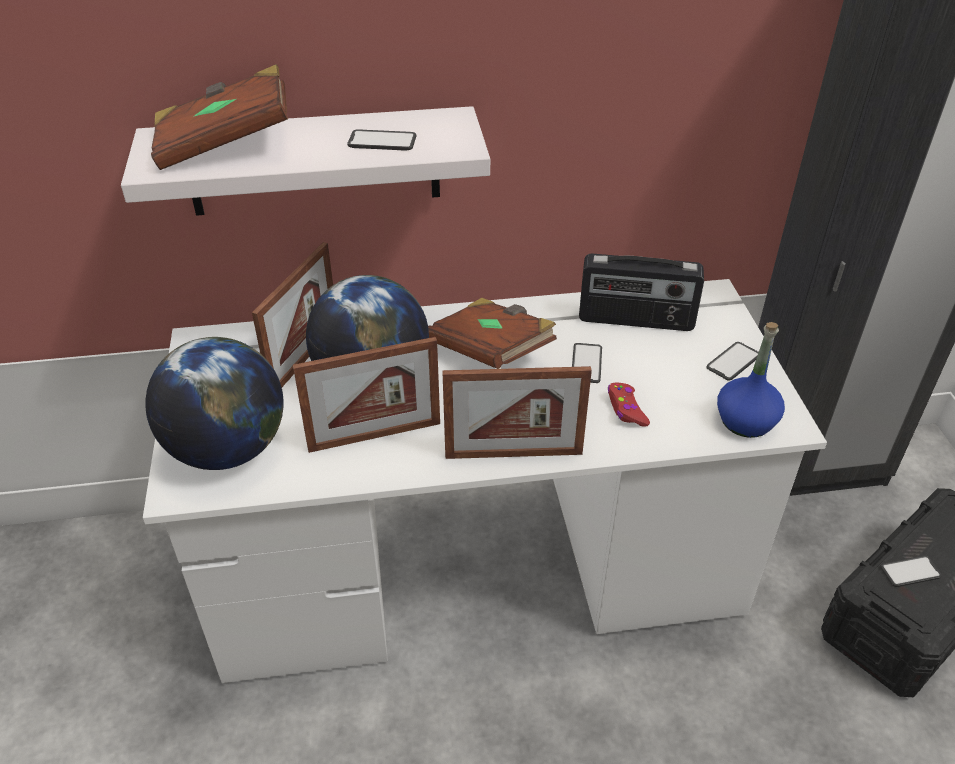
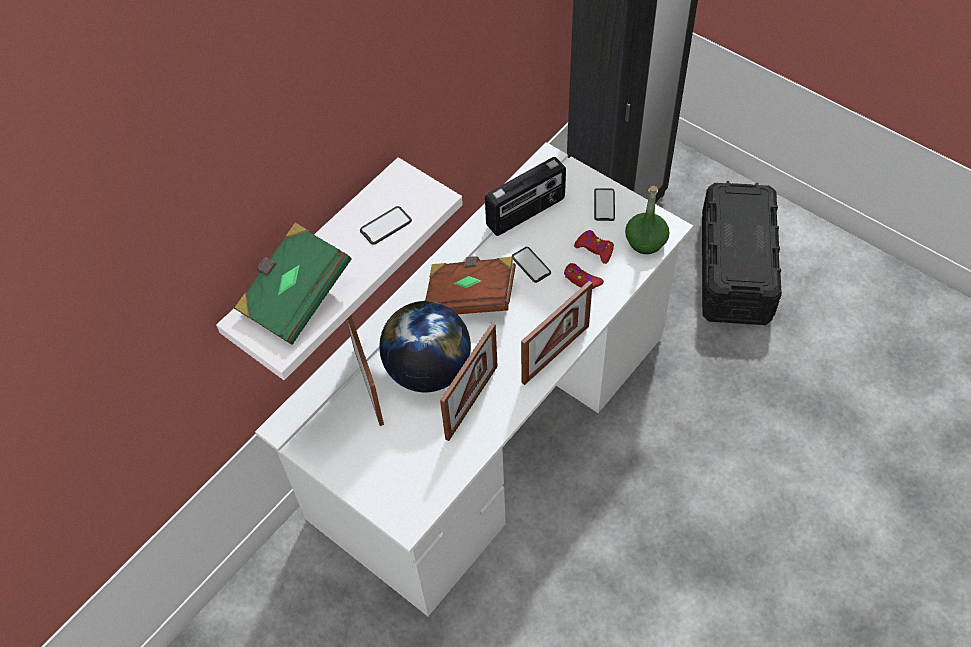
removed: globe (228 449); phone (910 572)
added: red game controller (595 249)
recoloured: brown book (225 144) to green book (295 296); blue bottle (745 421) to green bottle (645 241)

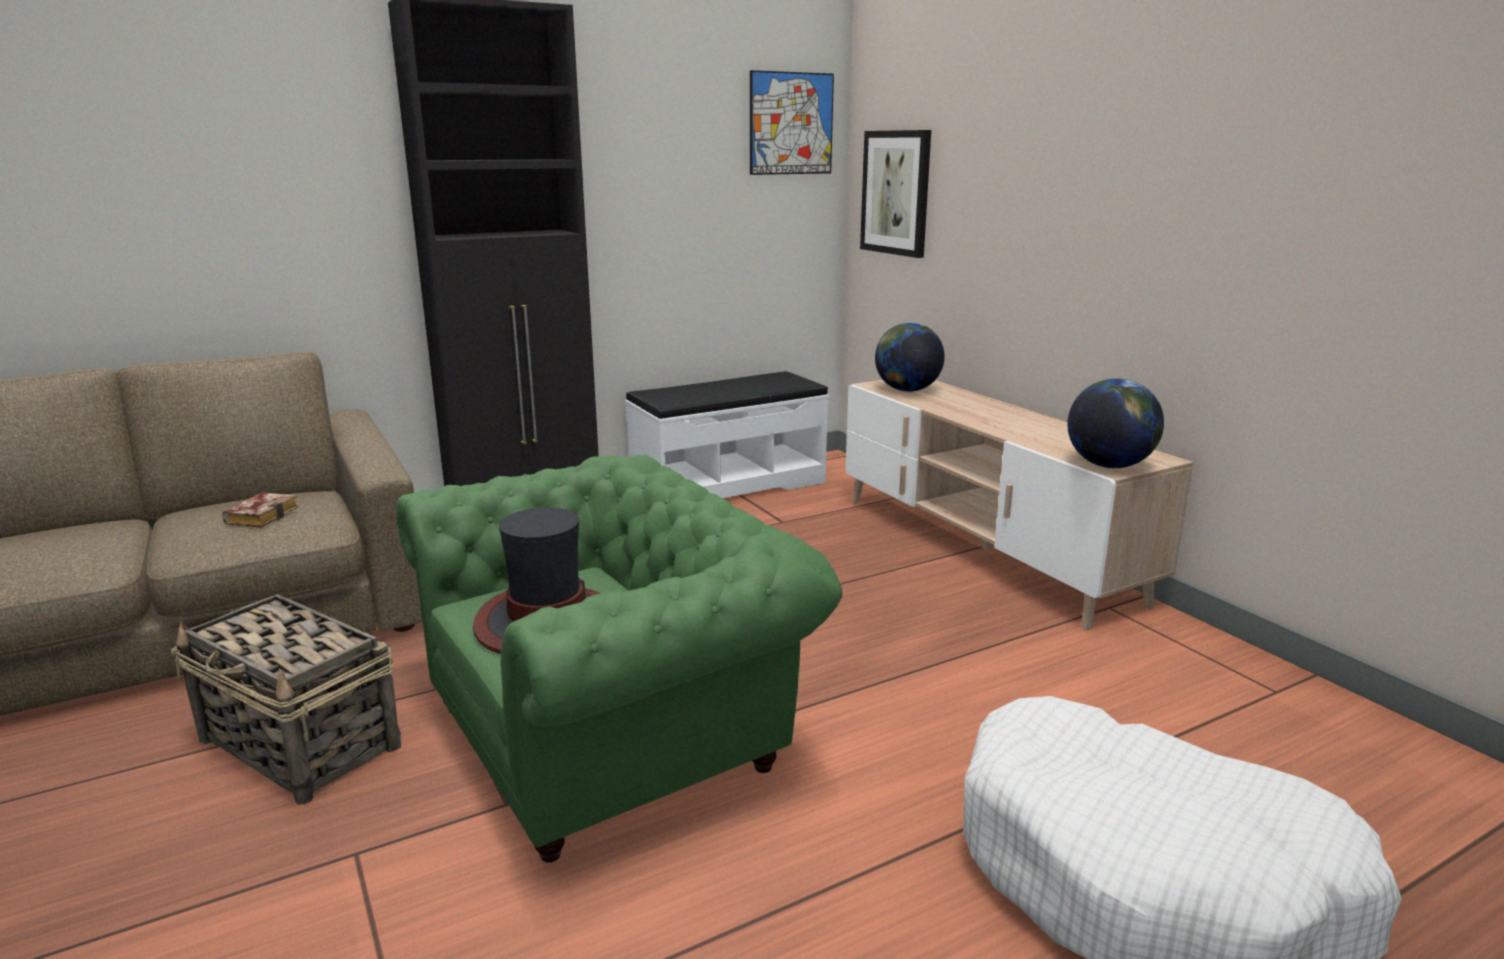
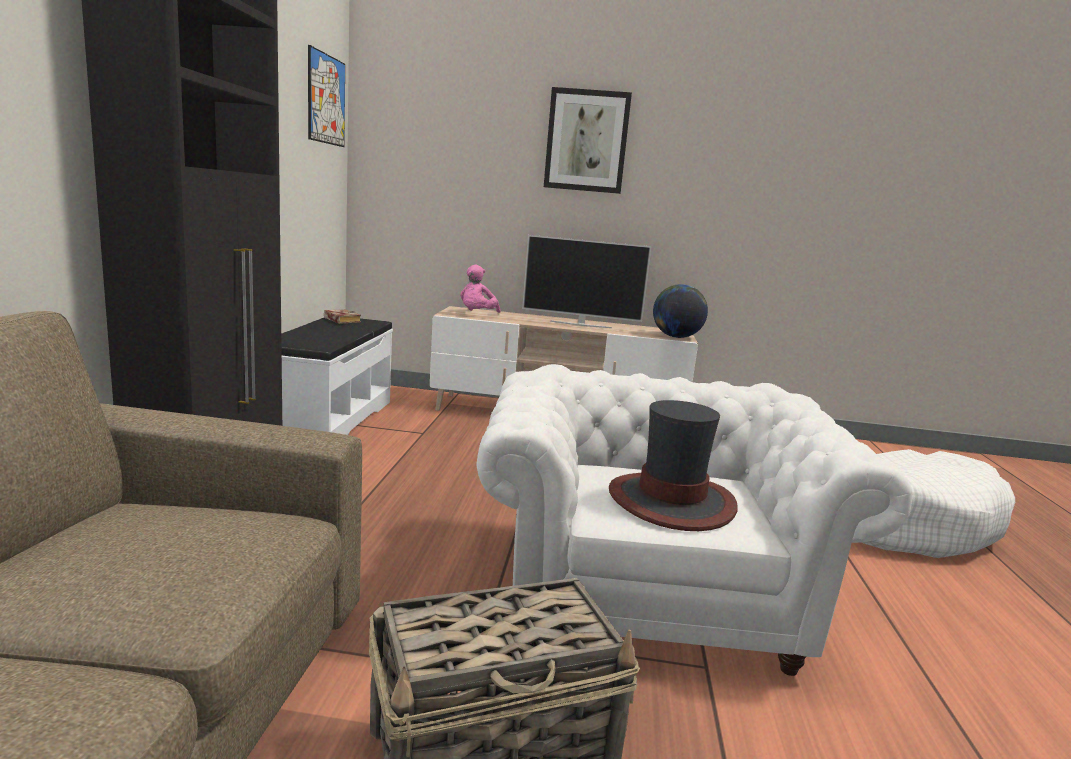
added: television (580 324)
moved: book (262 515) to (340 320); picture (896 193) to (586 141)
replaced: globe (907 390) to pink plush toy (477 315)
recoloured: green armchair (616 733) to white armchair (648 590)

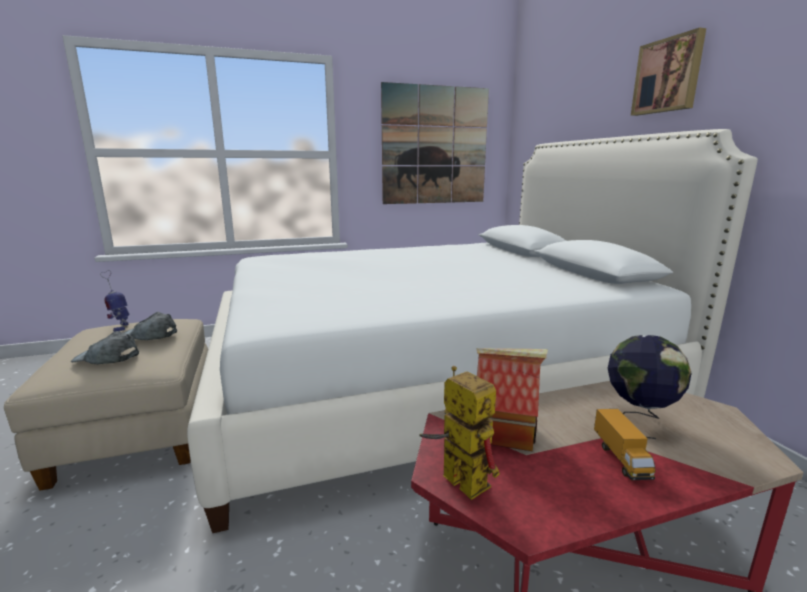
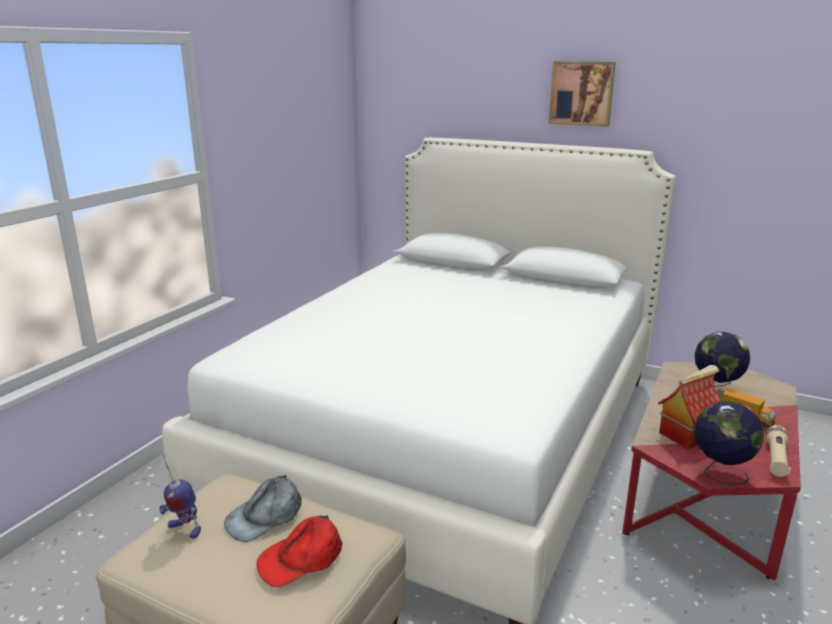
removed: picture (435 146)
added: beige flashlight (776 458)
replaced: toy robot (455 478) to globe (720 473)
recoloured: grey cap (106 357) to red cap (301 559)

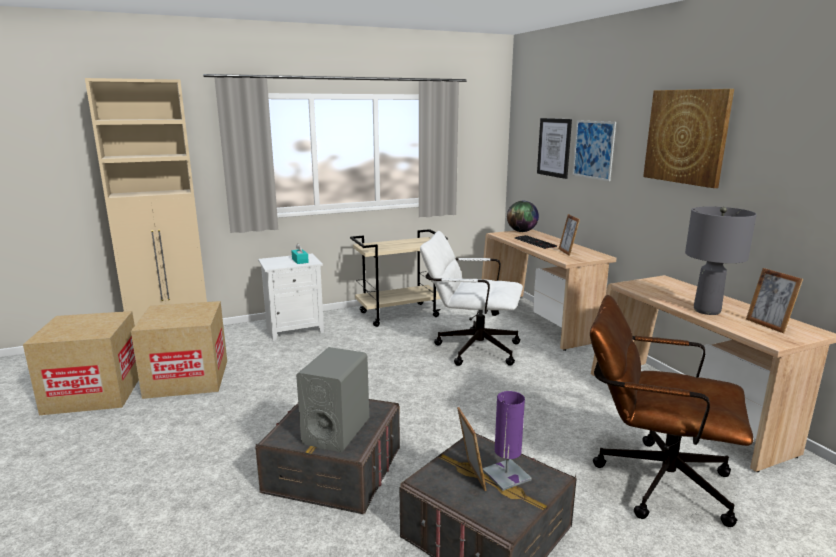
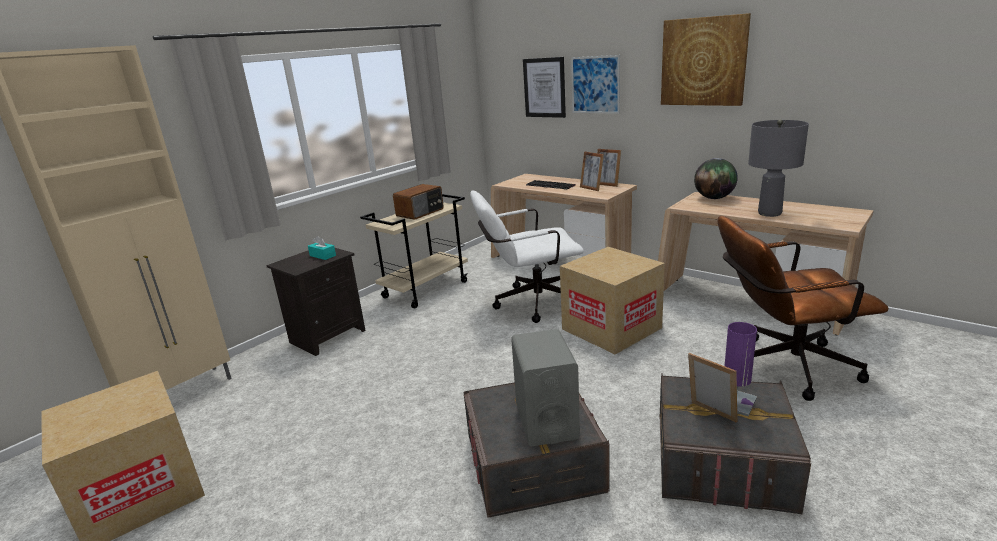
added: radio (421 212)
moved: cardboard box (187 378) to (611 328); globe (521 231) to (714 198); picture frame (768 325) to (607 184)
recoloured: white nightstand (295 329) to black nightstand (328 335)

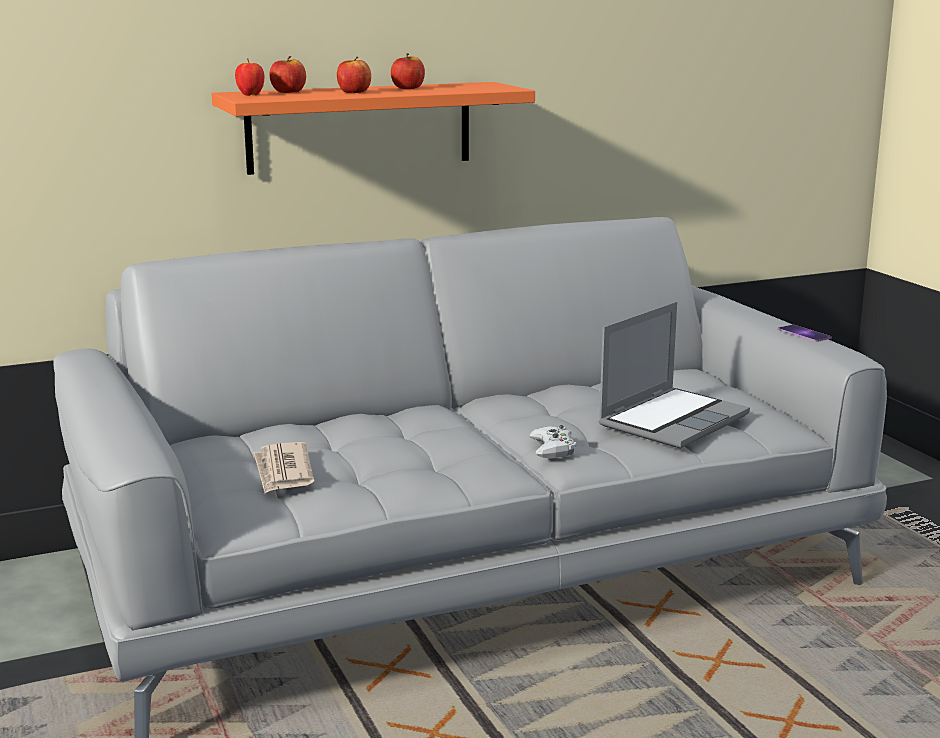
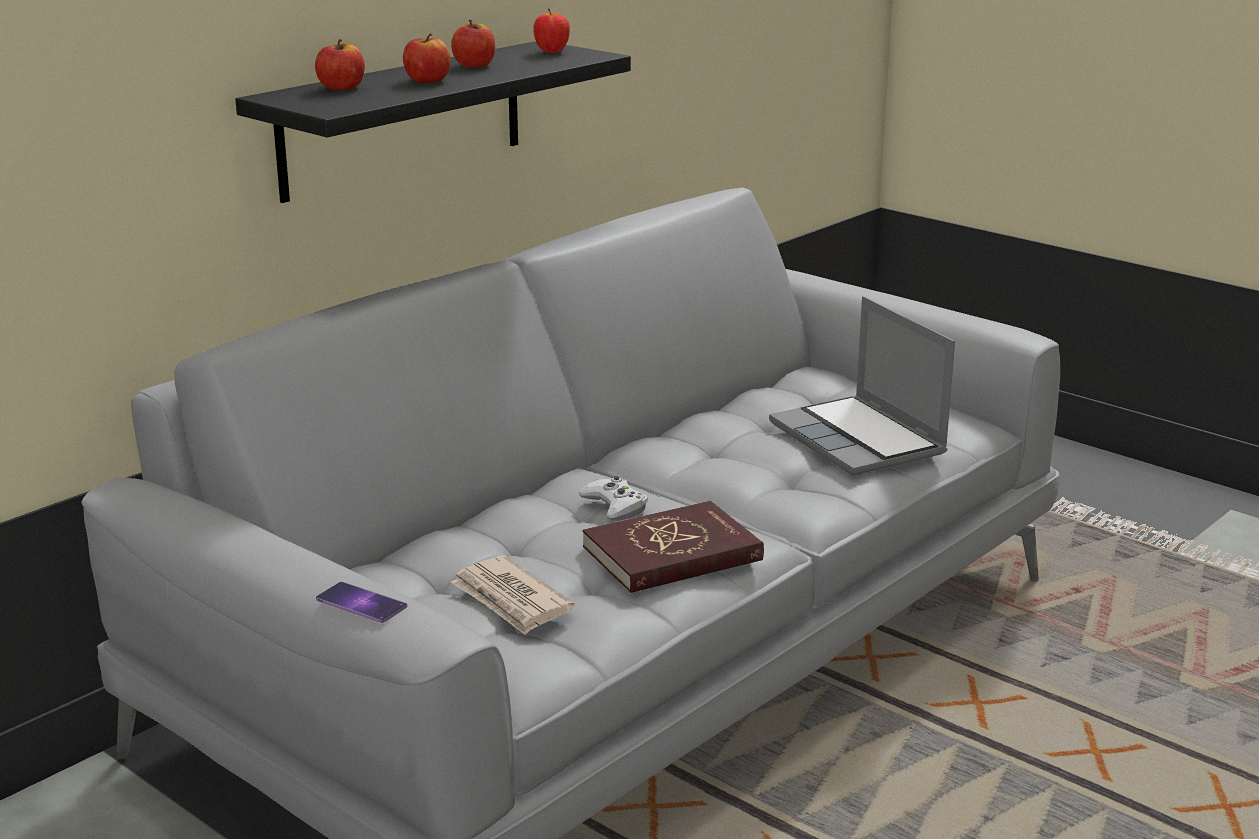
added: red book (672 554)
moved: apple (250 95) to (552 52); white game controller (553 448) to (615 506); phone (804 333) to (361 603)
recoloured: orange shelf (360 127) to black shelf (402 119)
turned: laptop (673 420) = (860 439) 135 degrees clockwise

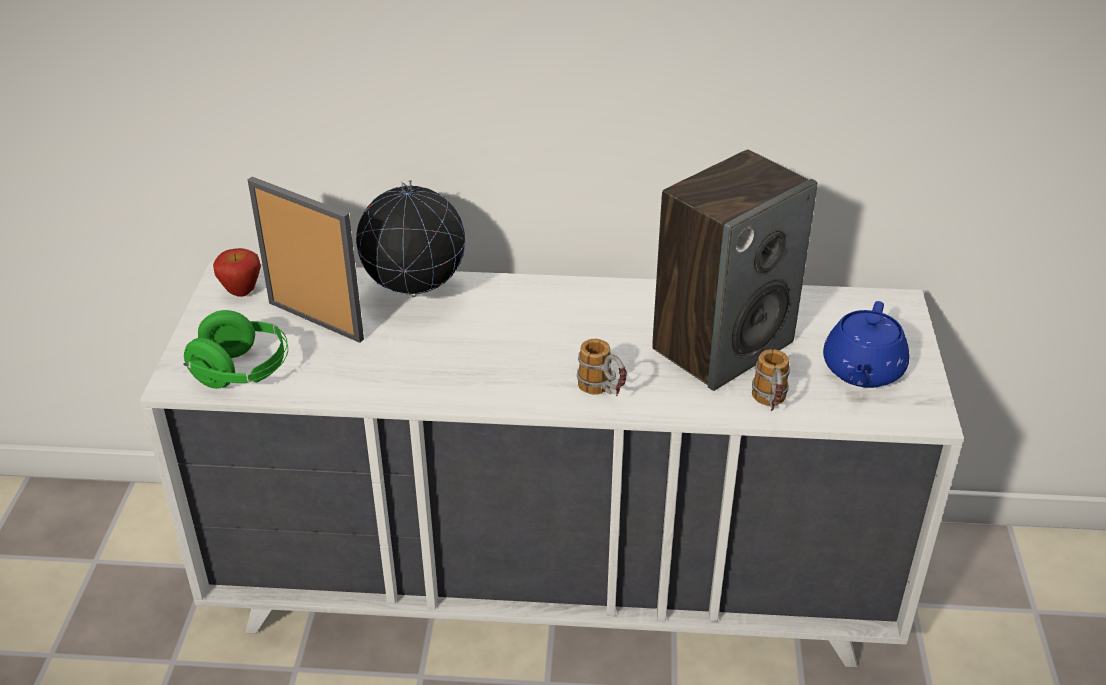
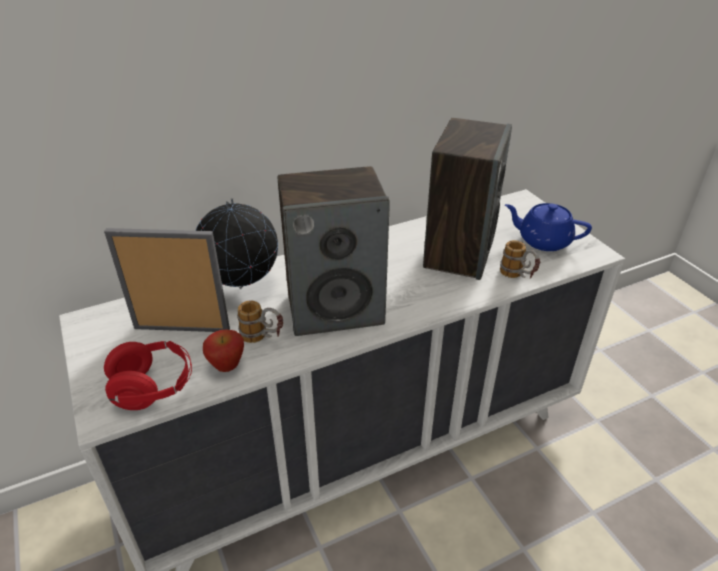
added: speaker (335 309)
moved: apple (242 292) to (227 367); mug (603 393) to (263 338)
recoloured: green headphones (242 372) to red headphones (154 388)
turned: blue teapot (862 371) = (543 240) 120 degrees clockwise

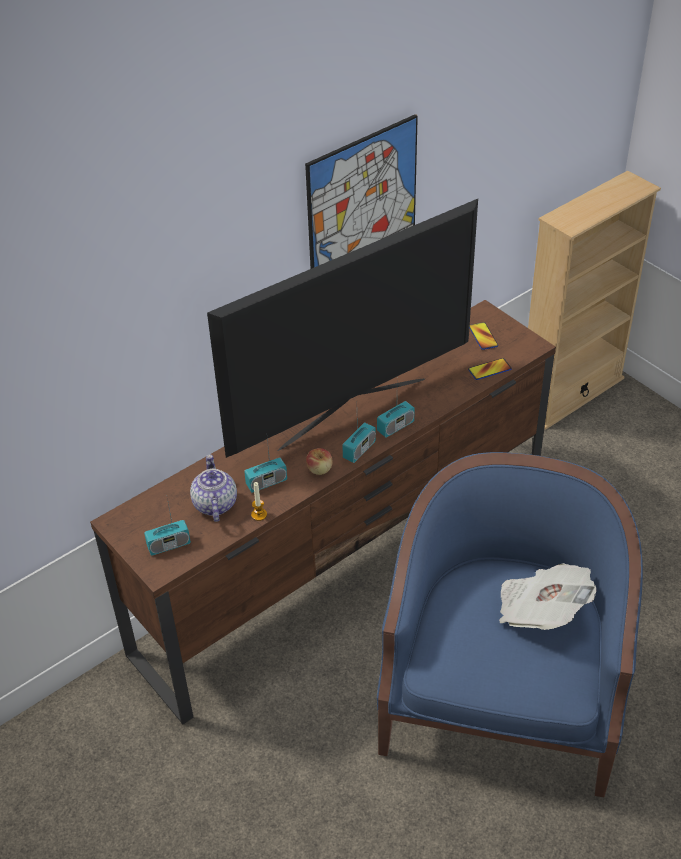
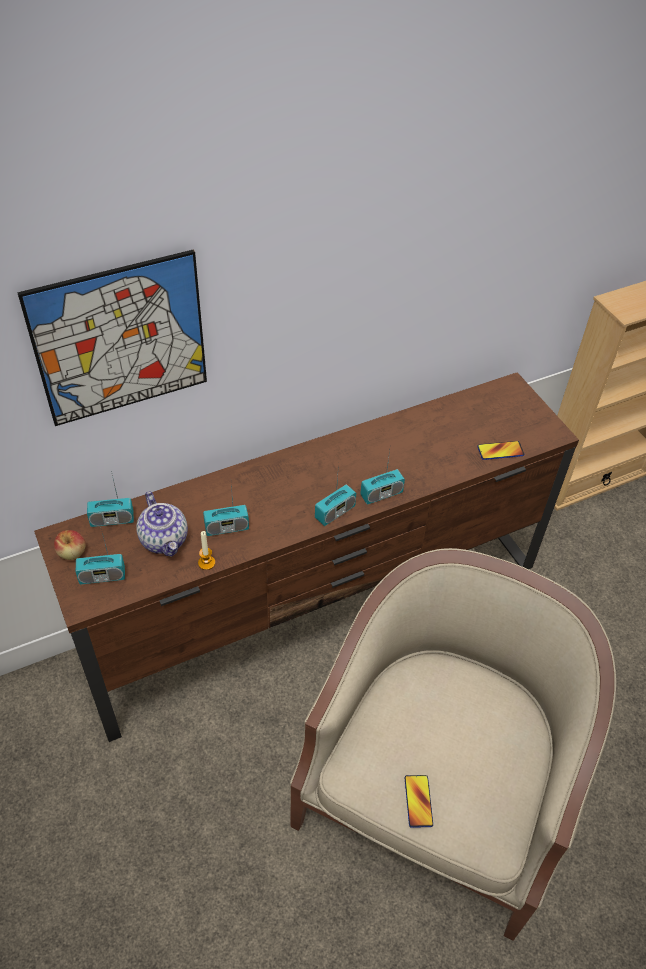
removed: television (352 412); newspaper (541 611)
added: radio (112 520)
moved: picture (362 199) to (120 340); apple (320 469) to (72 552); phone (483 336) to (418 801)
recoloured: blue armchair (502 697) to beige armchair (435 794)
turned: teapot (214 504) = (165 540) 150 degrees clockwise

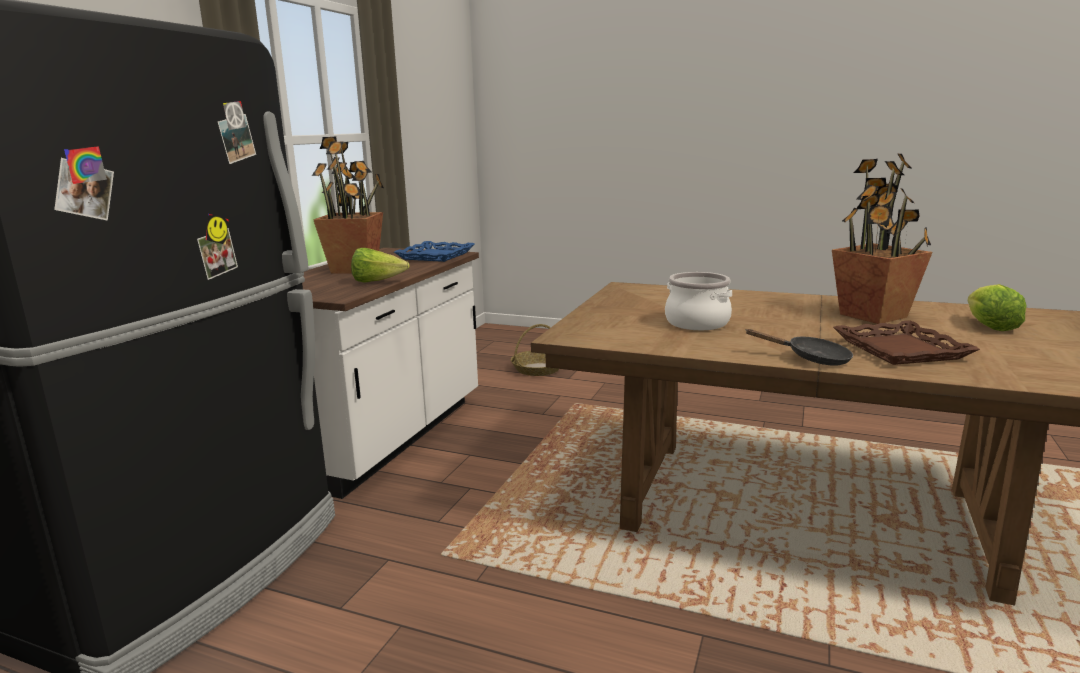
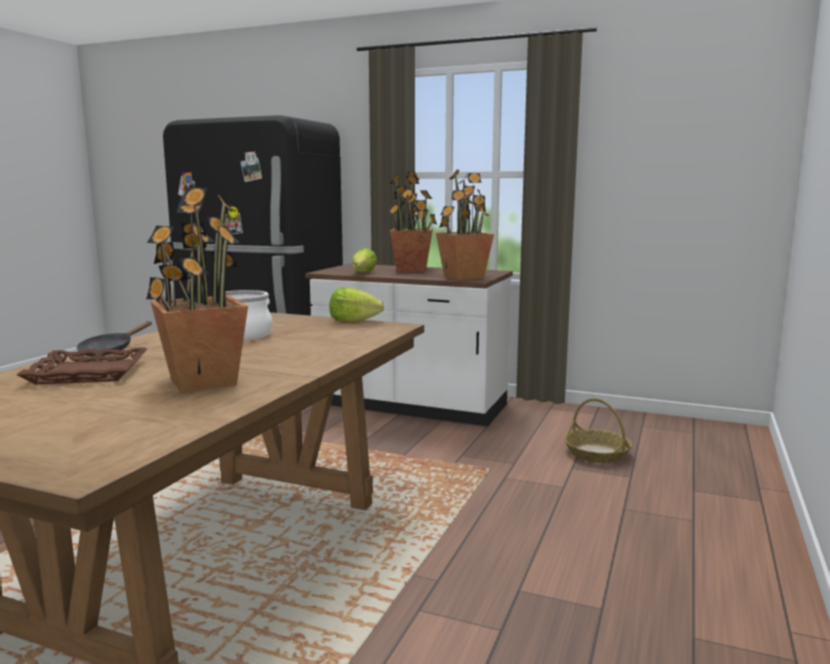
moved: lettuce (989 326) to (353 321)
replaced: blue tray (436 256) to potted plant (464 277)

